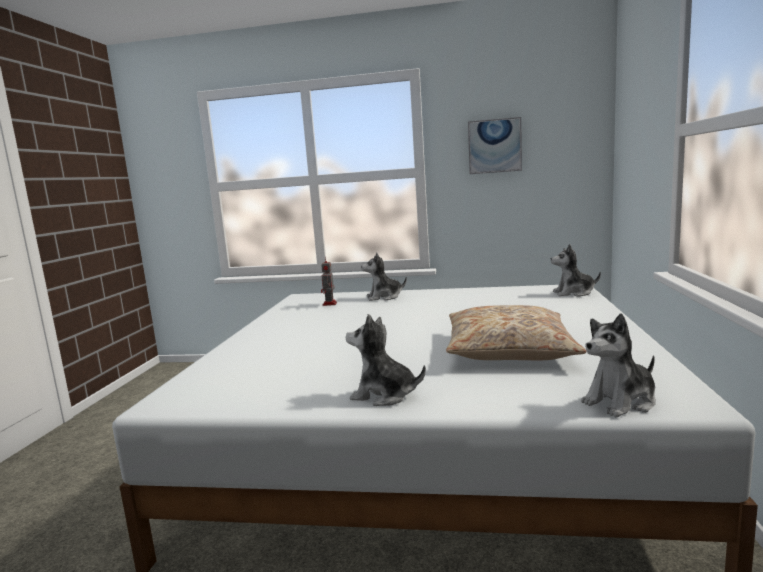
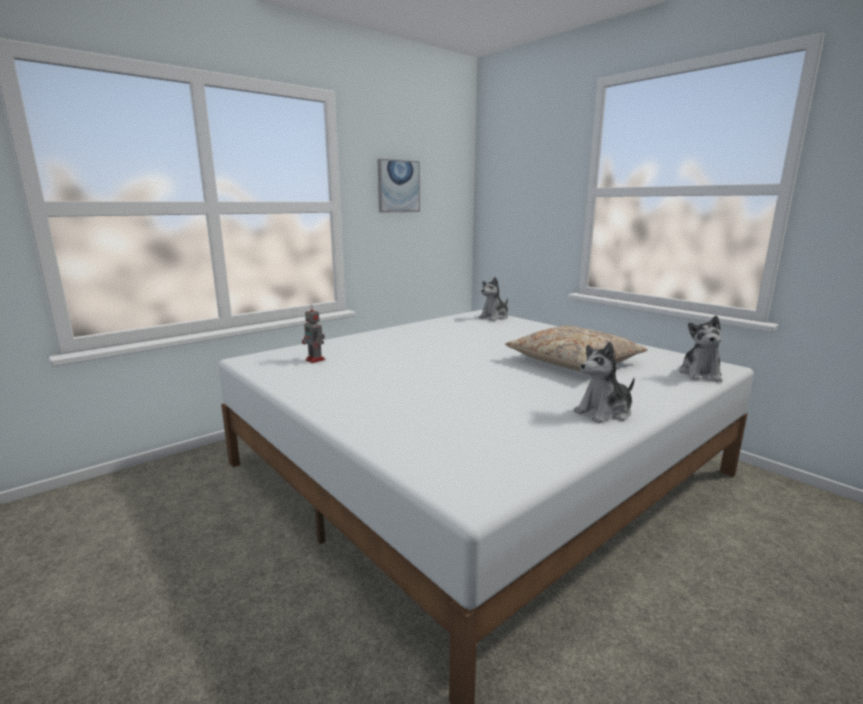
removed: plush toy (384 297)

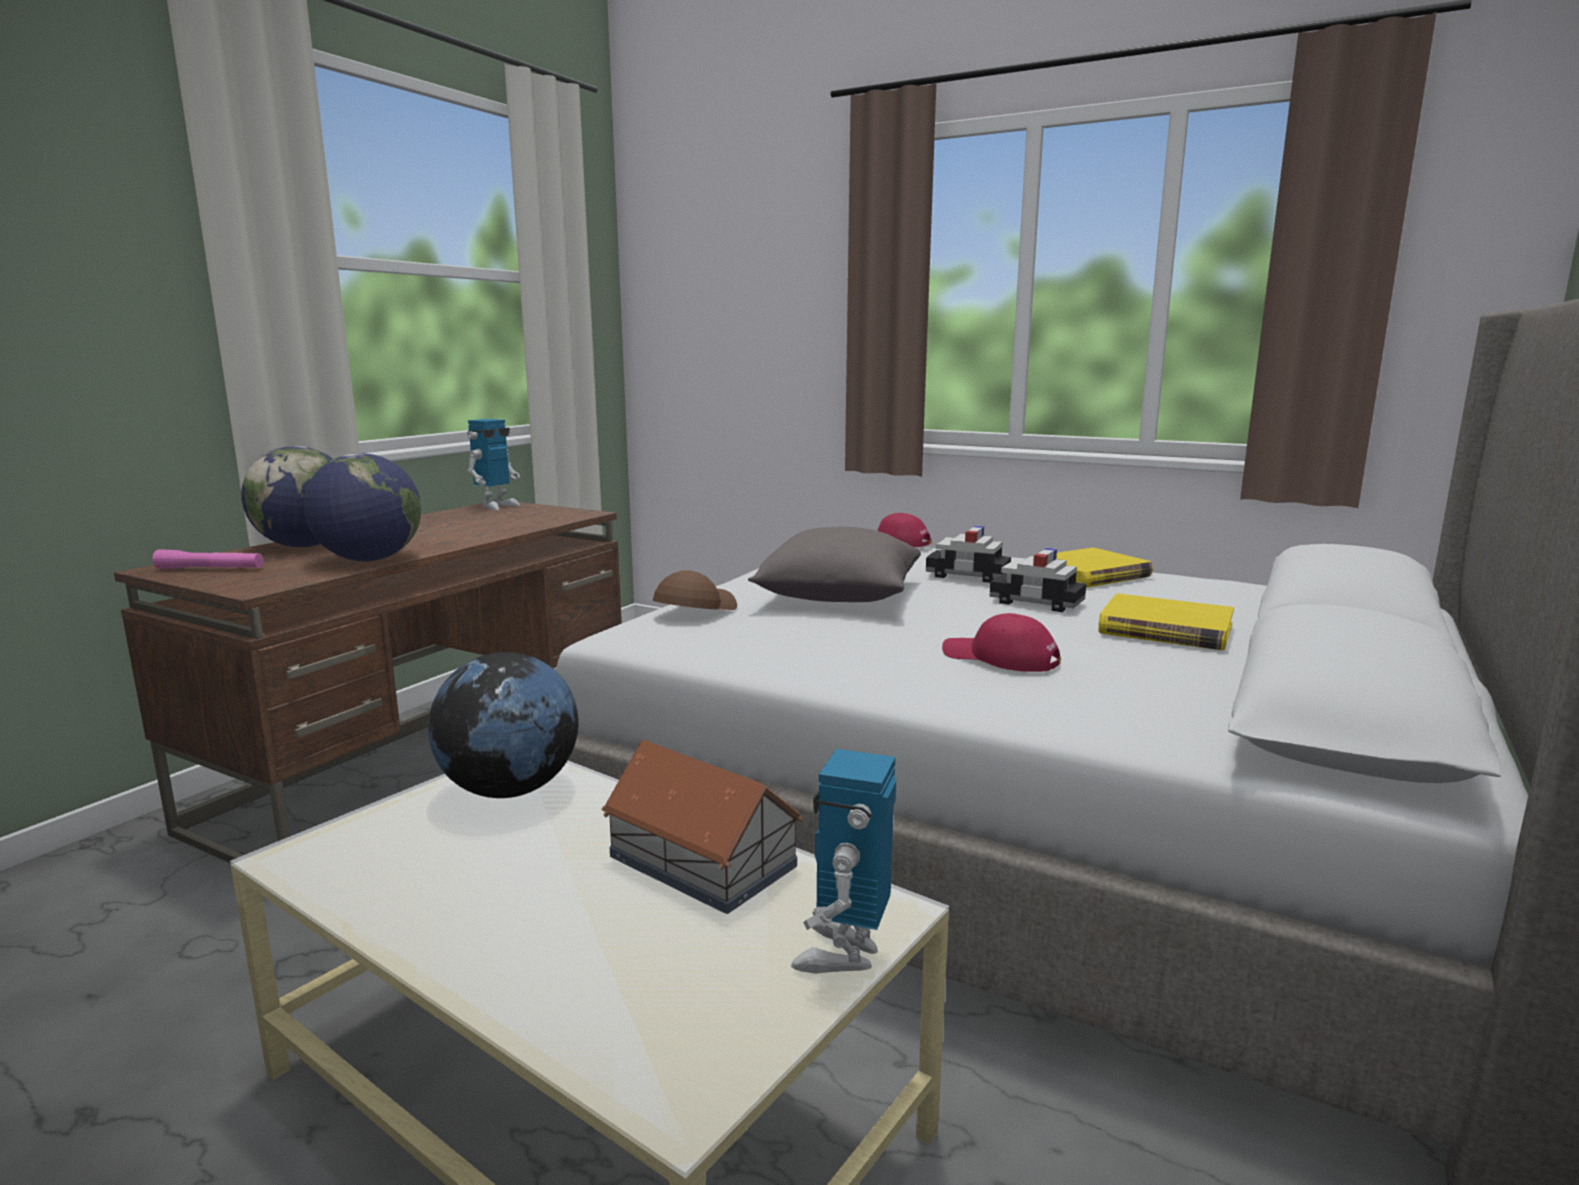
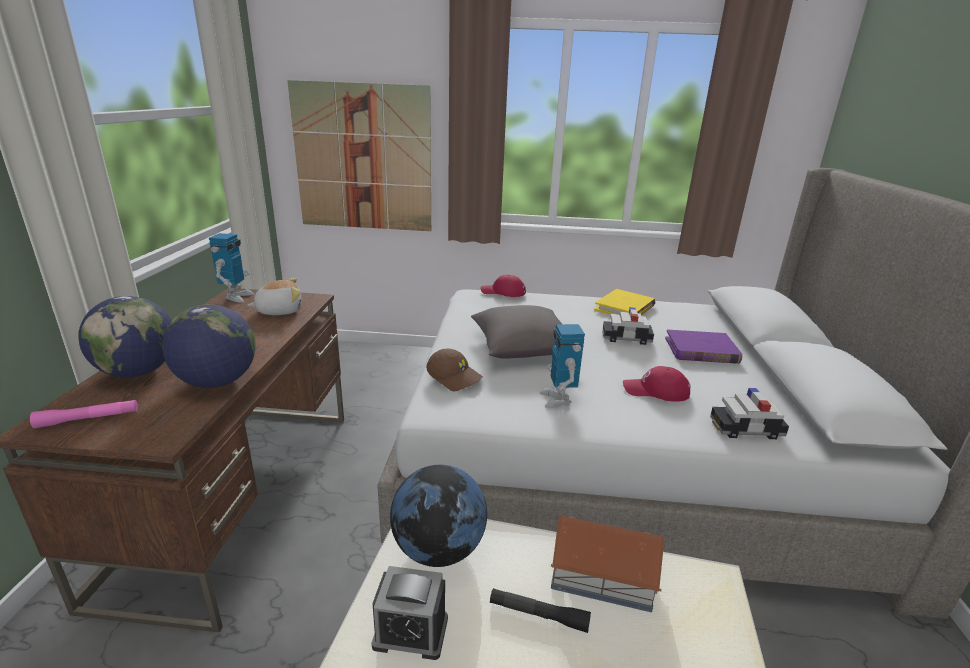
added: plush toy (279 310); picture (363 158); alarm clock (410 632); black flashlight (538 615)
moved: toy robot (843 953) to (558 399); toy car (967 575) to (745 429)
recoloured: yellow book (1165 629) to purple book (701 350)
turned: brown cap (694 609) = (455 377) 120 degrees clockwise

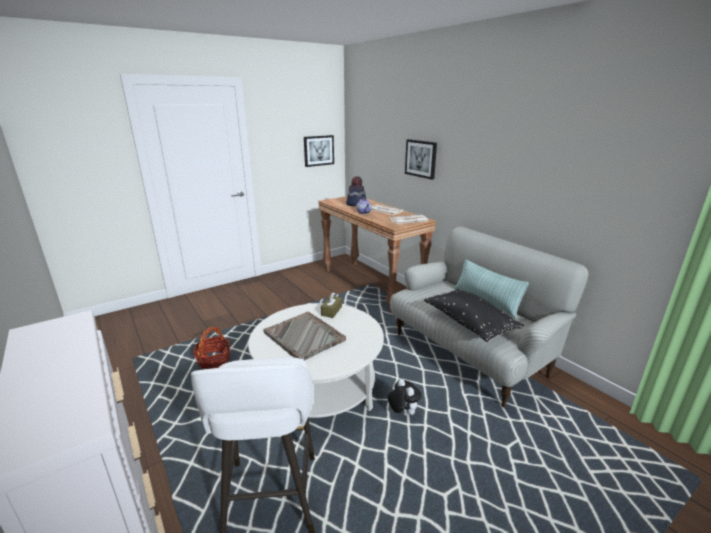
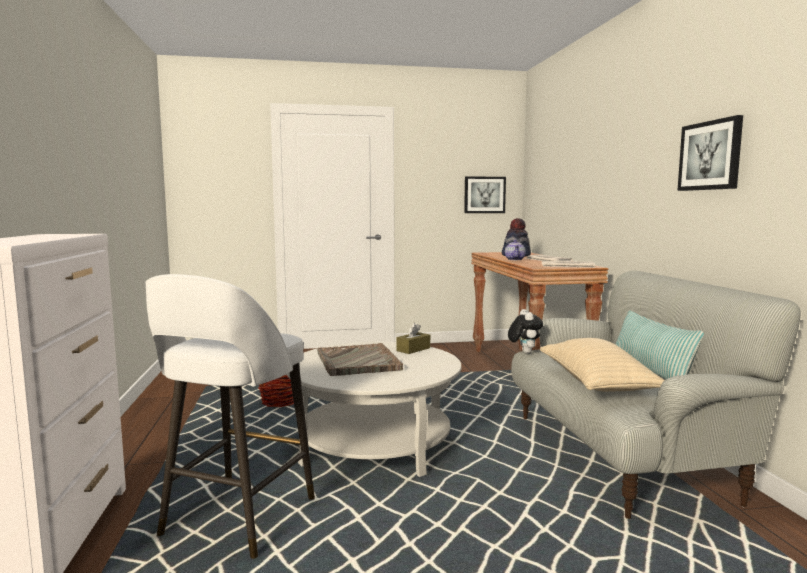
moved: plush toy (402 413) to (524 352); picture (421 158) to (710 155)
recoloured: black pillow (469 323) to beige pillow (596 384)

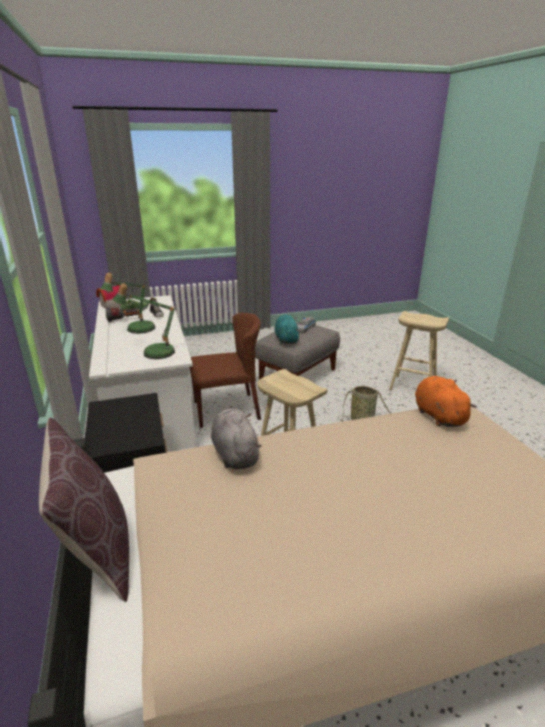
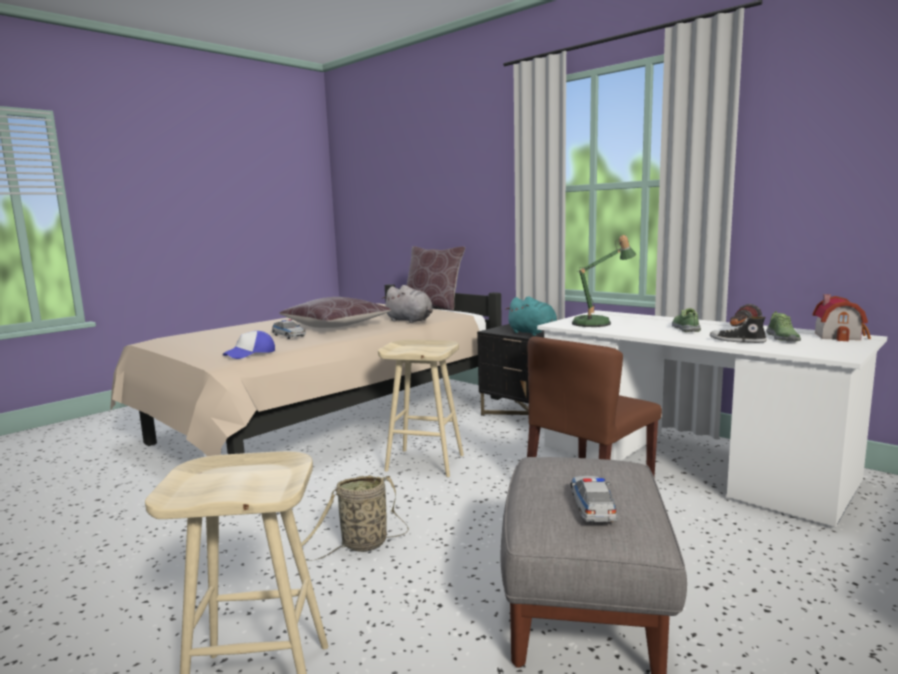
added: toy car (288 336); brown pillow (336 326)
moved: turquoise plush toy (286 339) to (533 333)
replaced: table lamp (136 330) to shoe (686 328); orange plush toy (437 415) to cap (250 354)

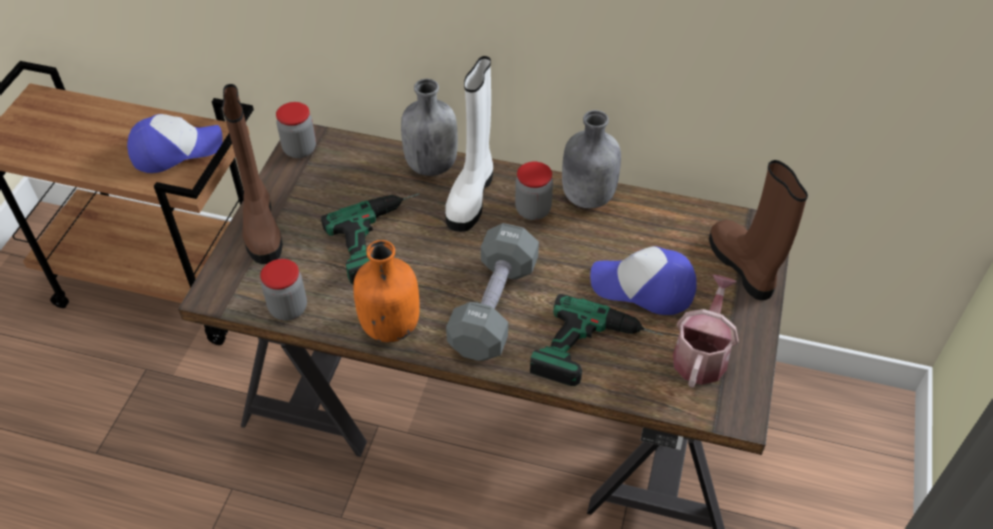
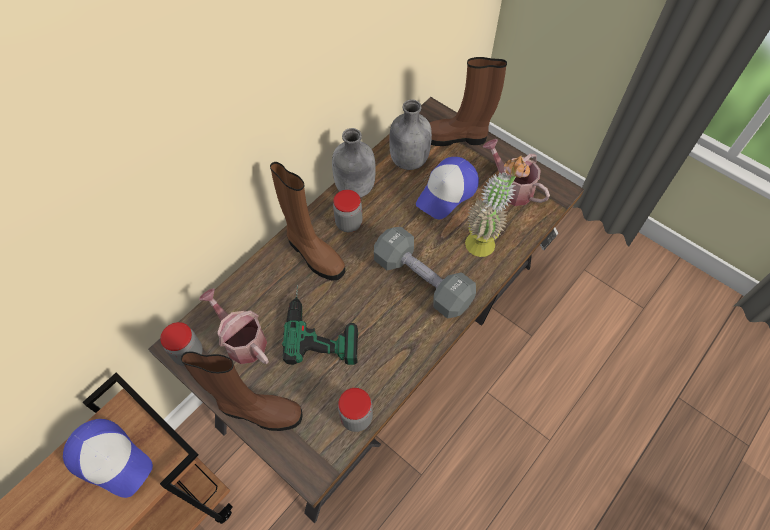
removed: orange bottle (390 325)
added: watering can (242 340)
moved: grey bottle (431 164) to (408 160)
replaced: power drill (596 352) to potted plant (485 239)
recoloured: white boot (471 196) to brown boot (313 254)
turned: cap (175 149) = (111 459) 120 degrees clockwise

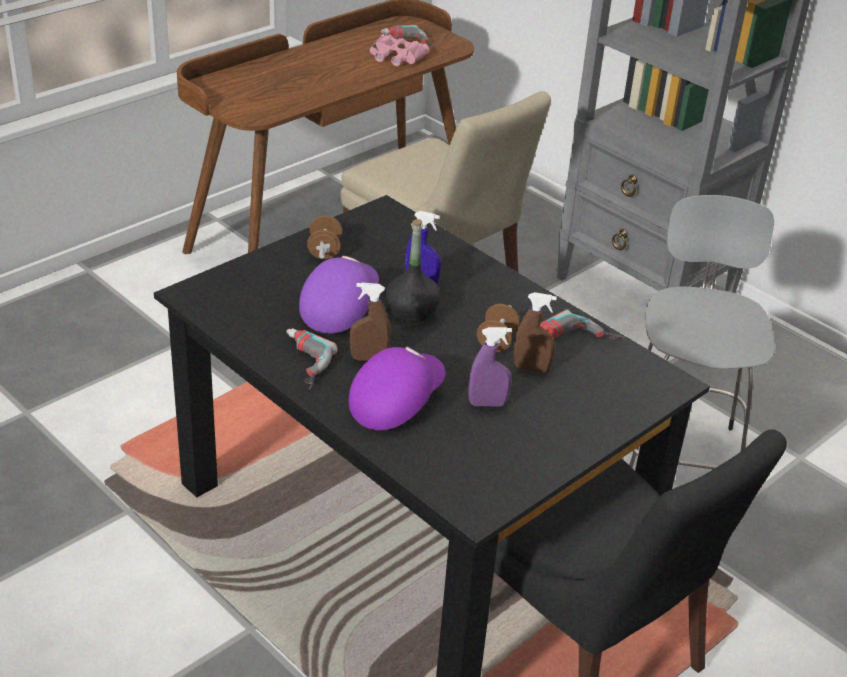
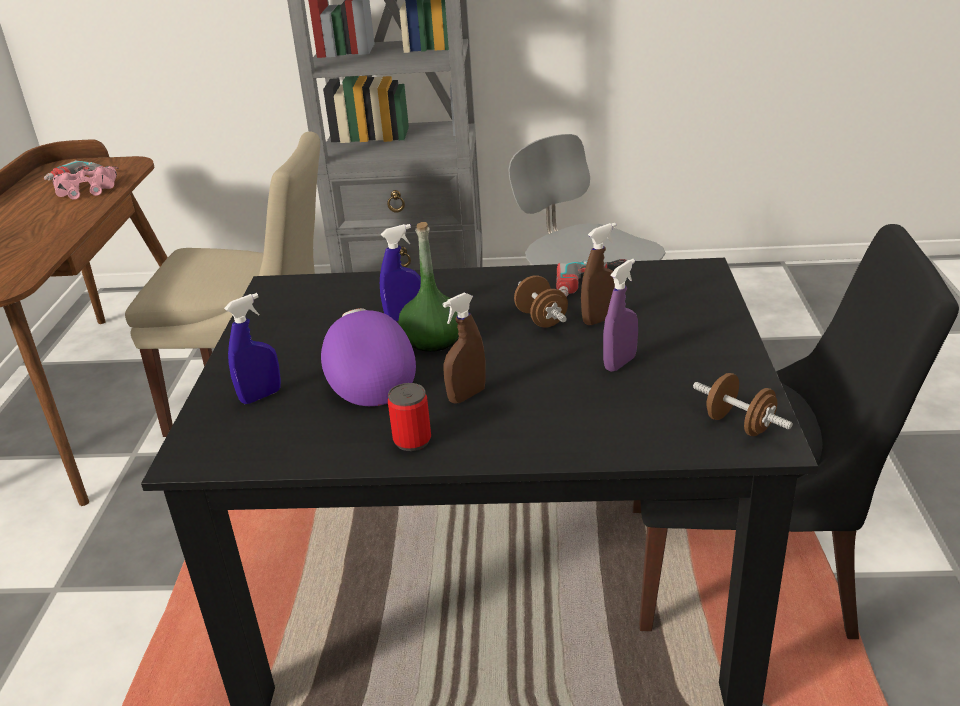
removed: purple cap (395 402)
added: blue spray bottle (261 396)
moved: brown dumbbell (324 251) to (739 424)
replaced: power drill (299 363) to can (412 440)
recoloured: black bottle (411 311) to green bottle (433 339)

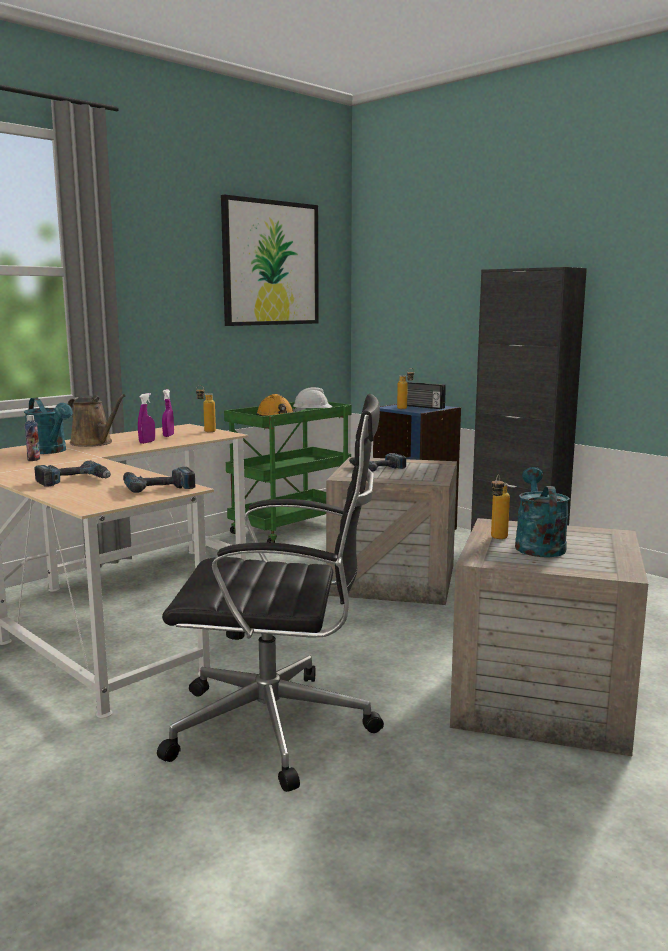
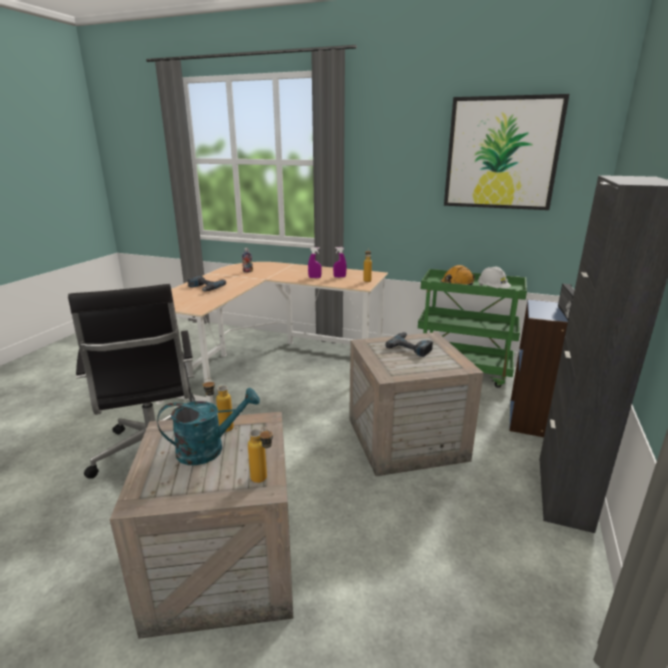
removed: turquoise watering can (50 451); brown watering can (94 443); power drill (158 486)
moved: bottle (405 408) to (263 481)

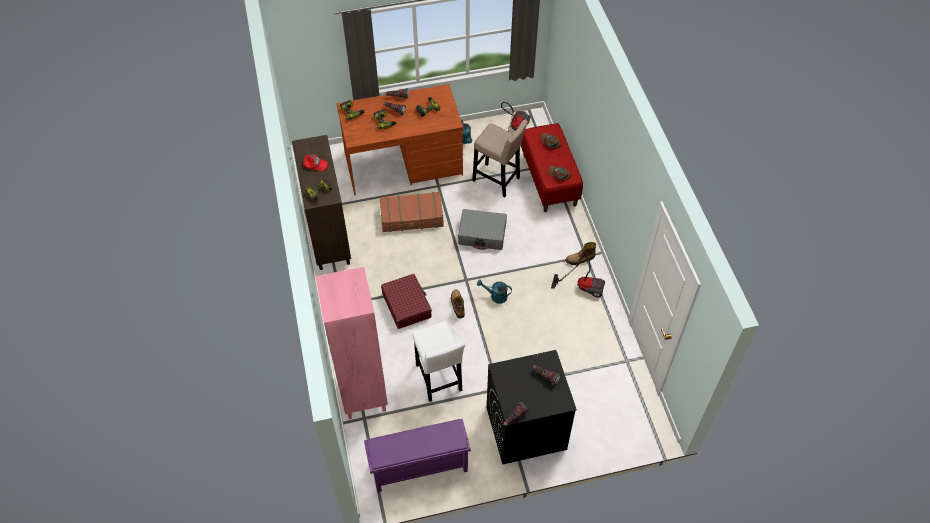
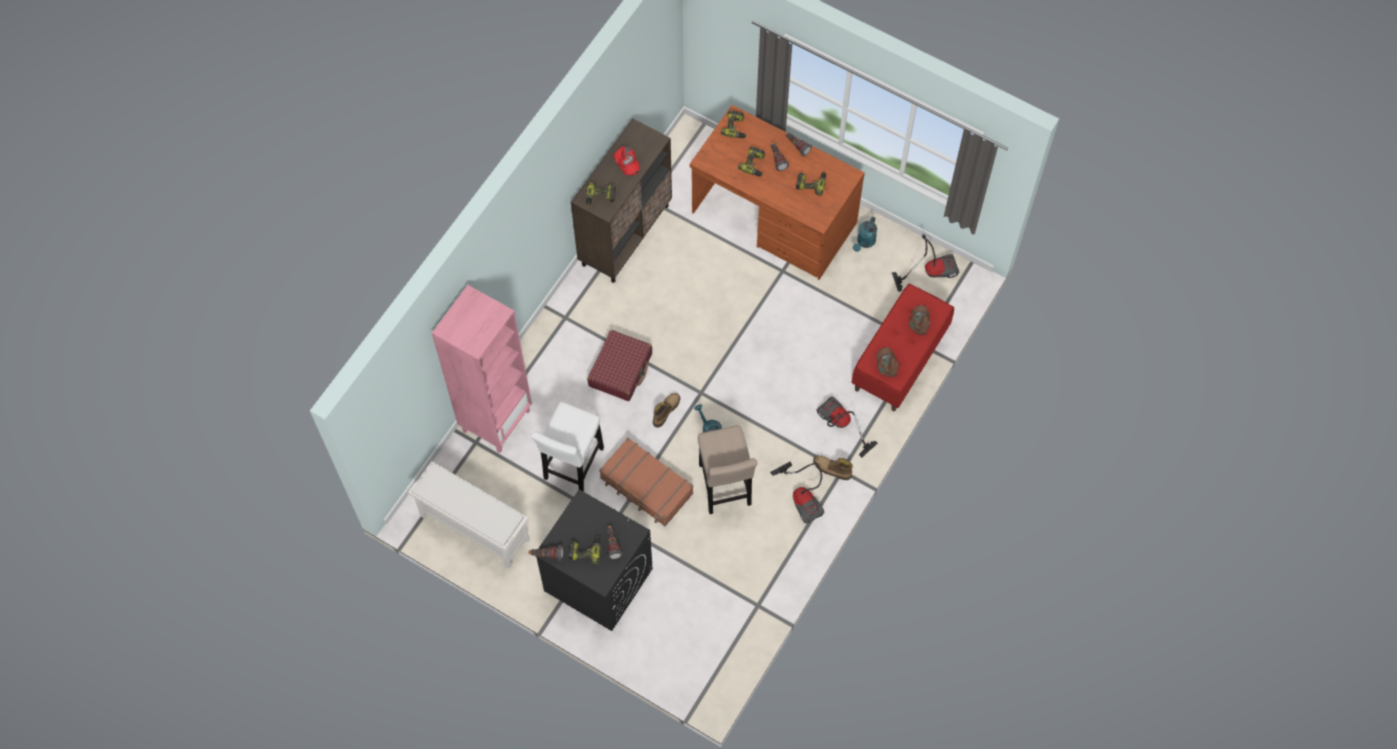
removed: grey suitcase (482 234)
added: power drill (585 550); vacuum cleaner (839 425)
moved: brown suitcase (412 217) to (646 486); beige stool (498 181) to (724 488)
recoloured: purple shoe rack (418 468) to white shoe rack (473 528)

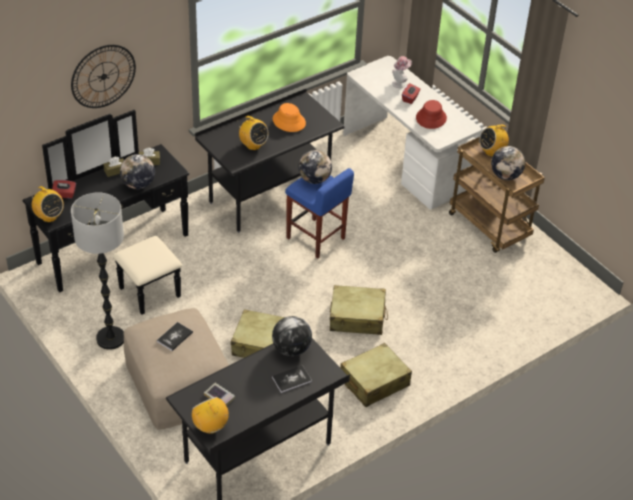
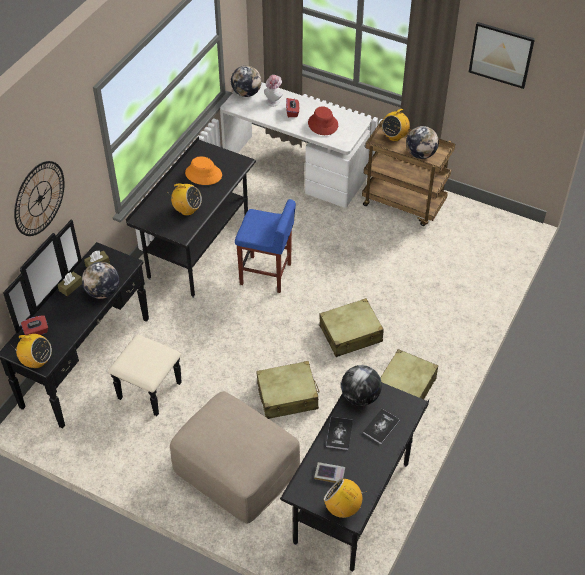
removed: floor lamp (110 339)
added: picture (501 54)
moved: book (175 337) to (339 433); globe (314 179) to (246 93)

